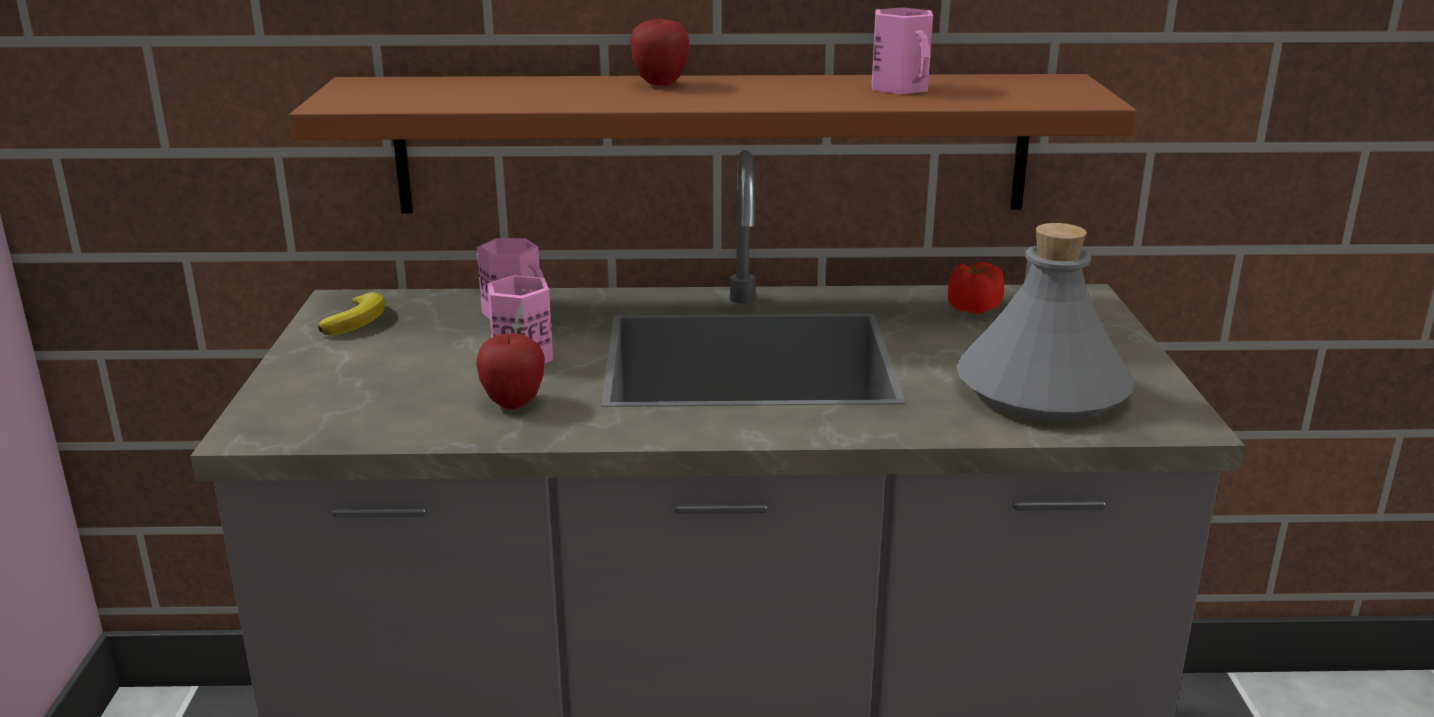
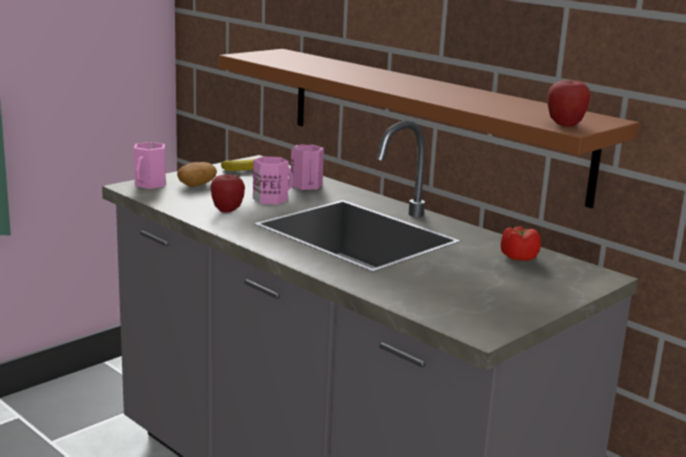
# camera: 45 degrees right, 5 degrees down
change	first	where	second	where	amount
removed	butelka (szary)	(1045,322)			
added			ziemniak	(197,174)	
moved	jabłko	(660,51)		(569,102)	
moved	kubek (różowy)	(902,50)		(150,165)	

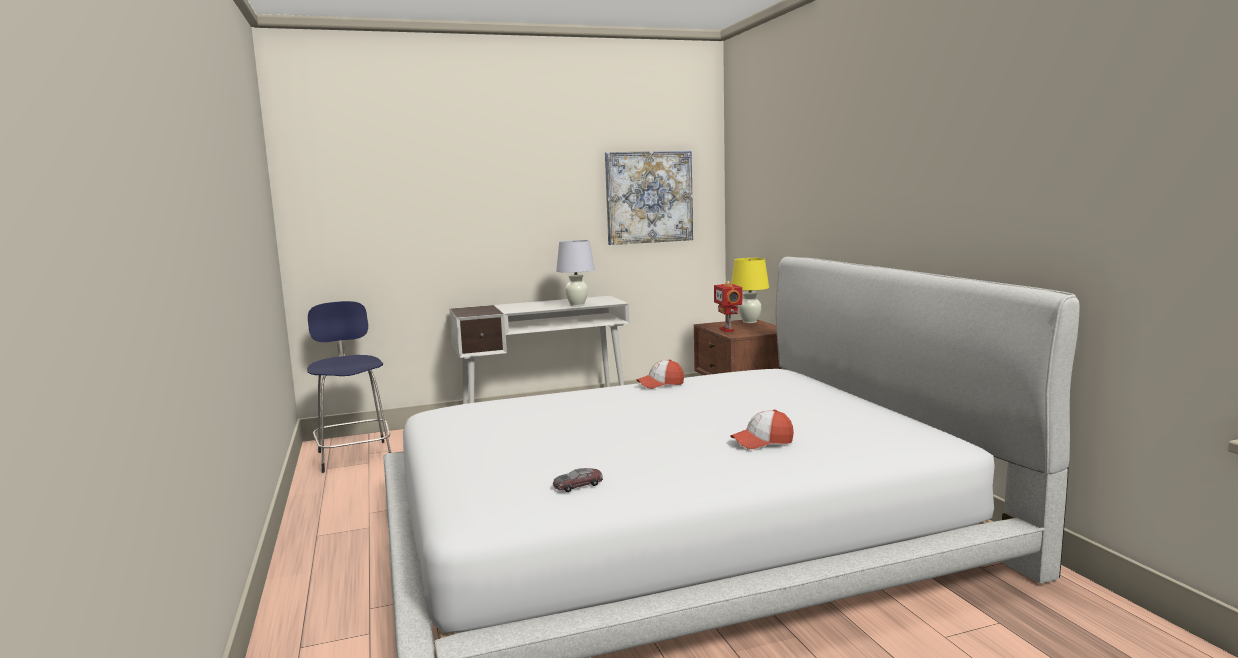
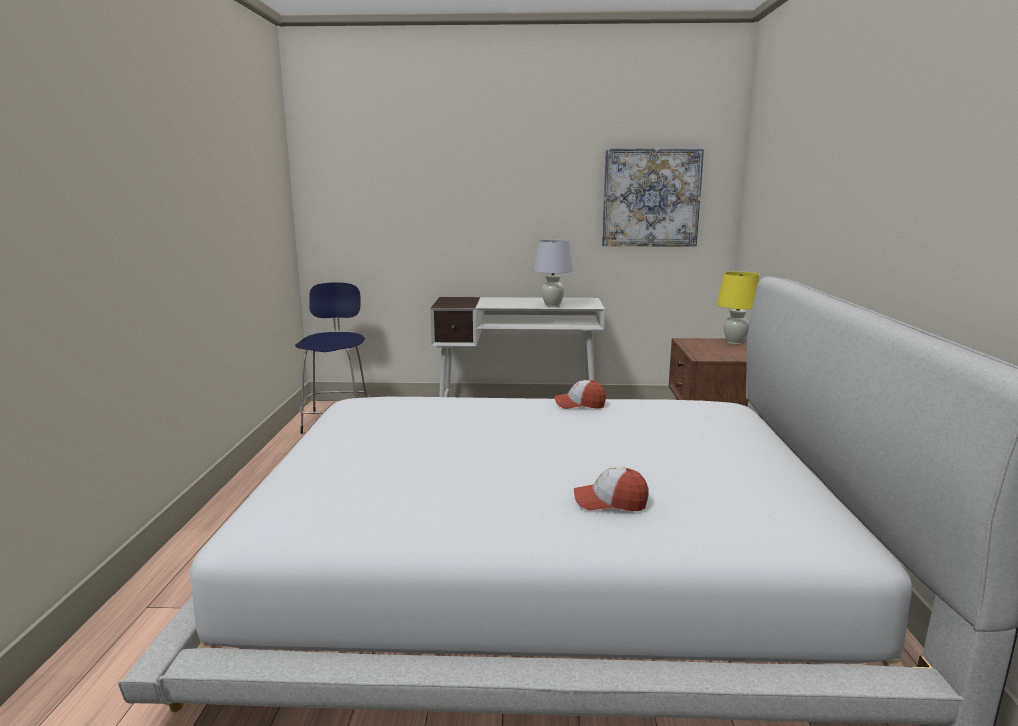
# camera: 20 degrees right, 5 degrees up
change	first	where	second	where	amount
removed	samochodzik	(578,480)			
removed	robot zabawkowy	(728,306)			

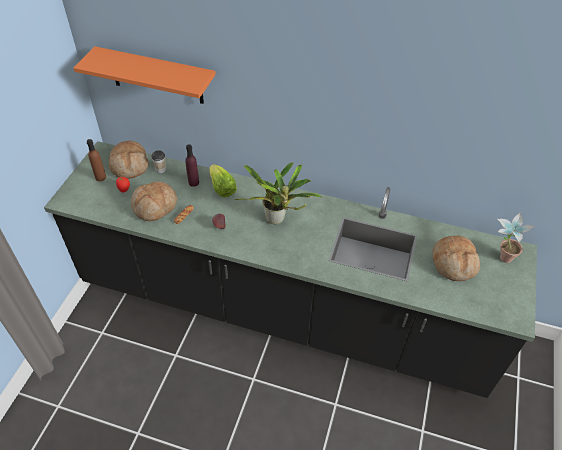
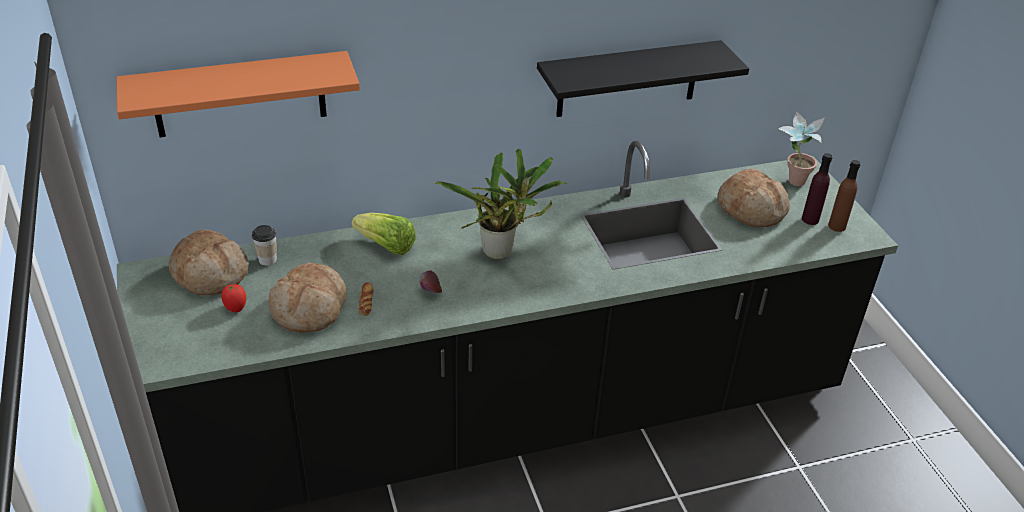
# camera: 35 degrees left, 10 degrees down
change	first	where	second	where	amount
added			półka (czarny)	(643,78)	
moved	butelka (brązowy)	(96,160)		(844,196)	
moved	butelka (fioletowy)	(192,166)		(817,189)	

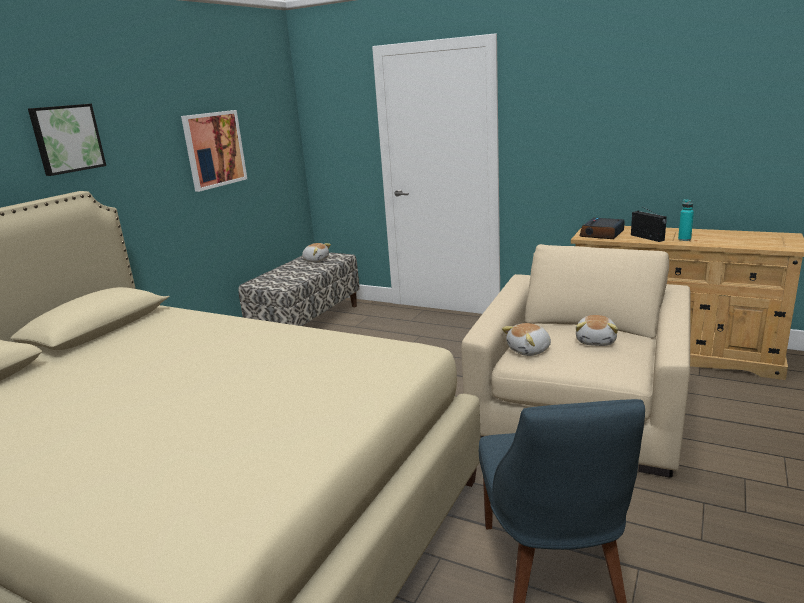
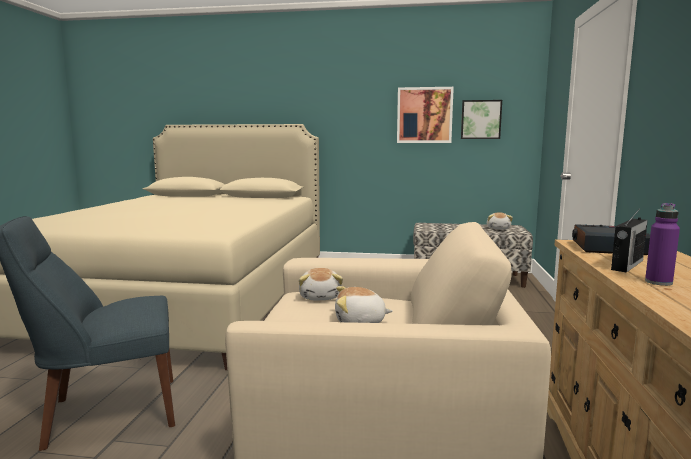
# camera: 70 degrees right, 10 degrees down
change	first	where	second	where	amount
moved	obraz	(67,140)		(481,119)	
recoloured	butelka (turkusowy)	(686,220)	butelka (fioletowy)	(662,244)	
turned	pluszak	(526,339)		(321,284)	135 degrees counterclockwise

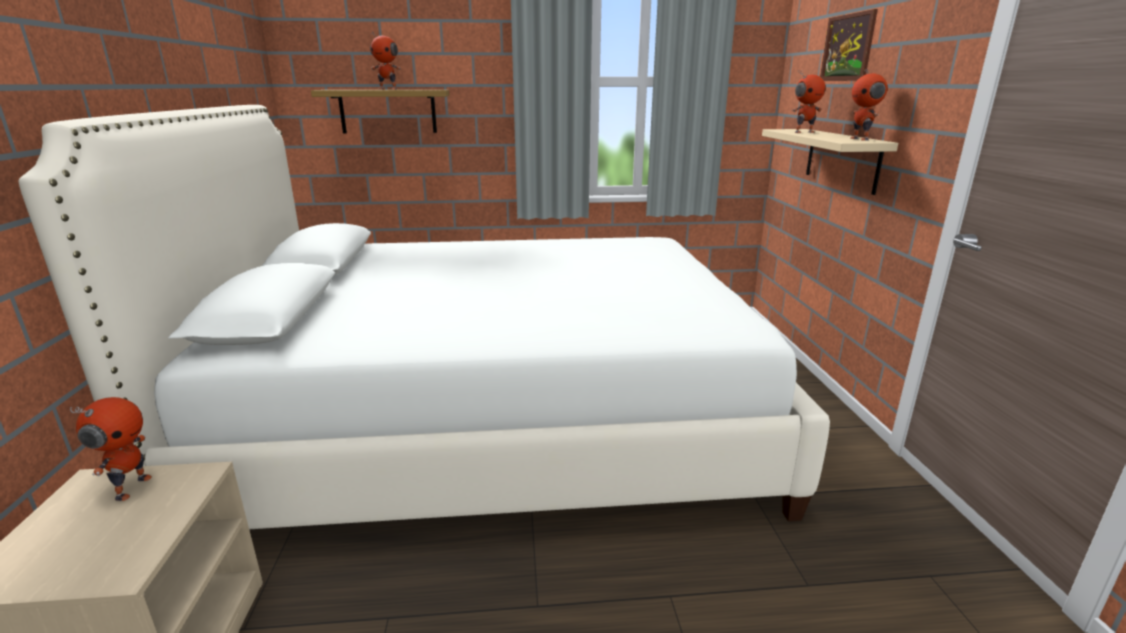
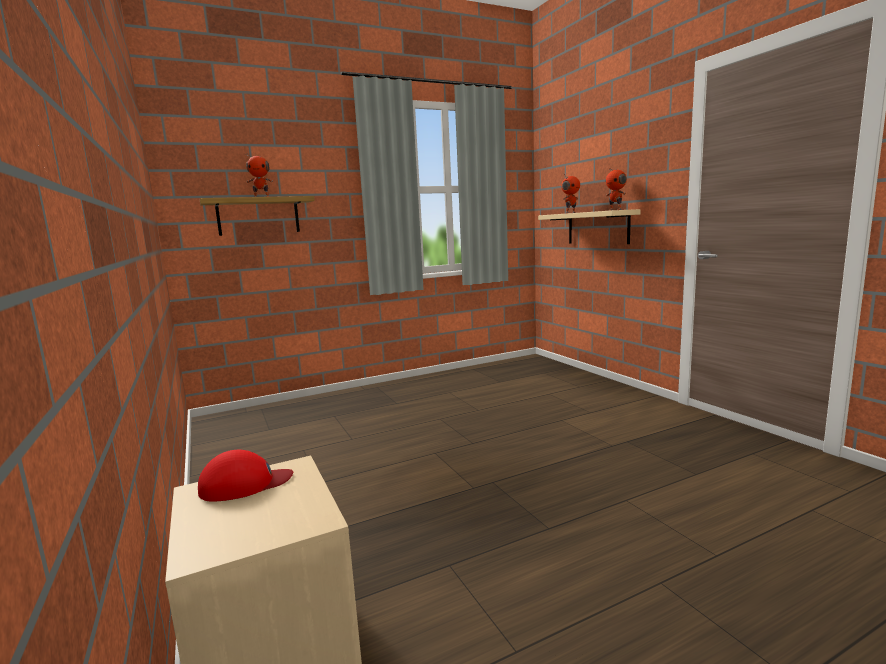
# camera: 20 degrees left, 10 degrees down
change	first	where	second	where	amount
removed	łóżko (biały)	(424,317)			
removed	obraz	(849,45)			
replaced	robot zabawkowy	(111,449)	czapka z daszkiem (czerwony)	(245,476)	

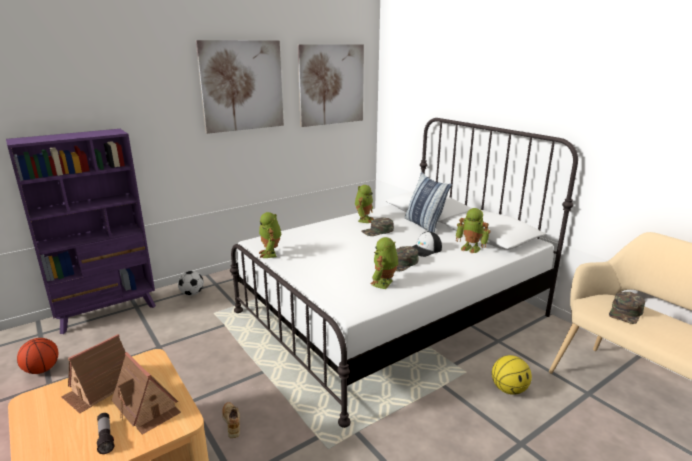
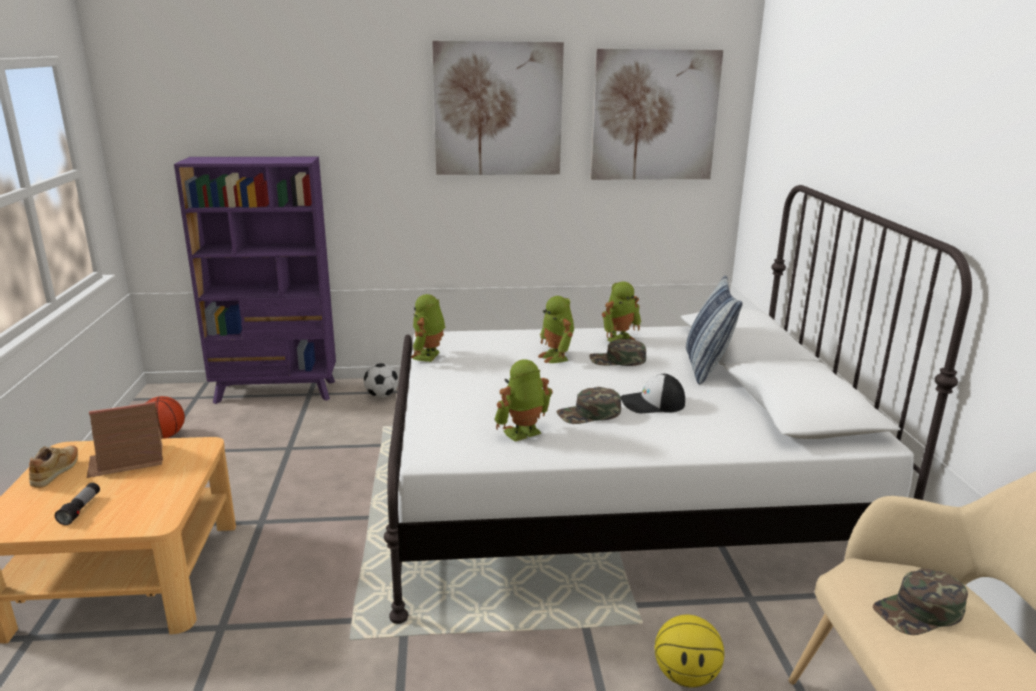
# camera: 30 degrees right, 0 degrees up
change	first	where	second	where	amount
removed	domek	(146,393)			
moved	but (beżowy)	(231,420)		(53,466)	
moved	robot zabawkowy	(473,231)		(556,329)	

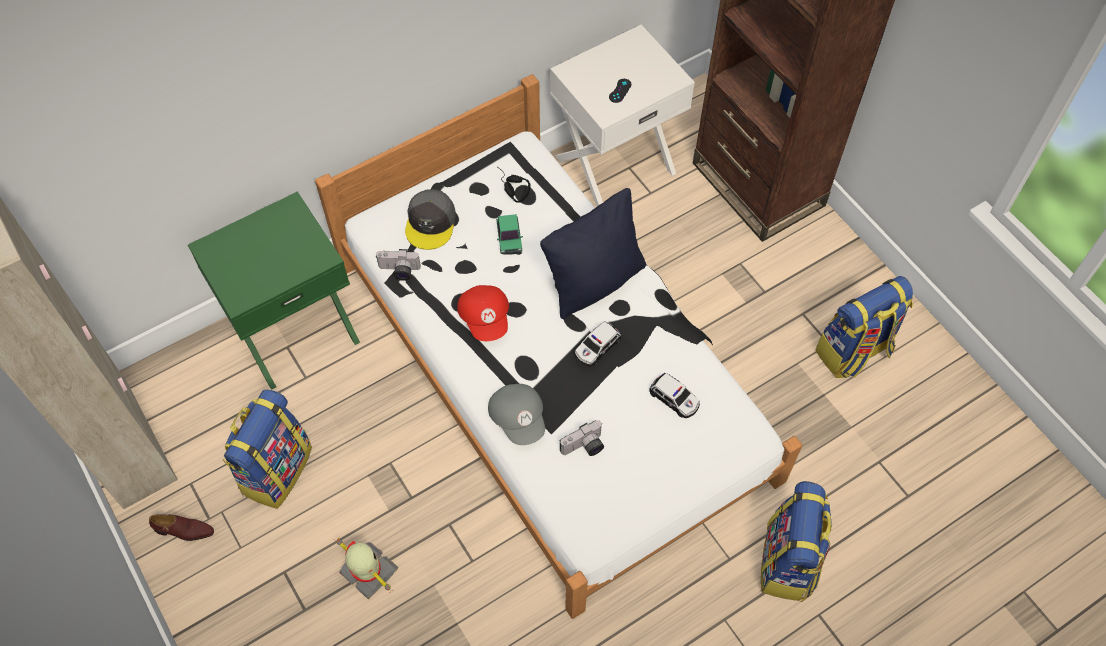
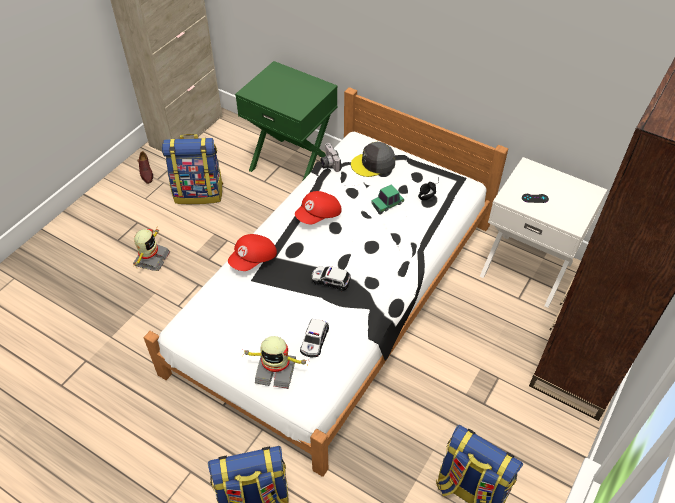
# camera: 65 degrees right, 10 degrees down
change	first	where	second	where	amount
removed	poduszka (czarny)	(593,253)			
removed	aparat fotograficzny	(582,438)			
added			robot zabawkowy	(274,362)	
recoloured	czapka z daszkiem (szary)	(516,414)	czapka z daszkiem (czerwony)	(252,252)	

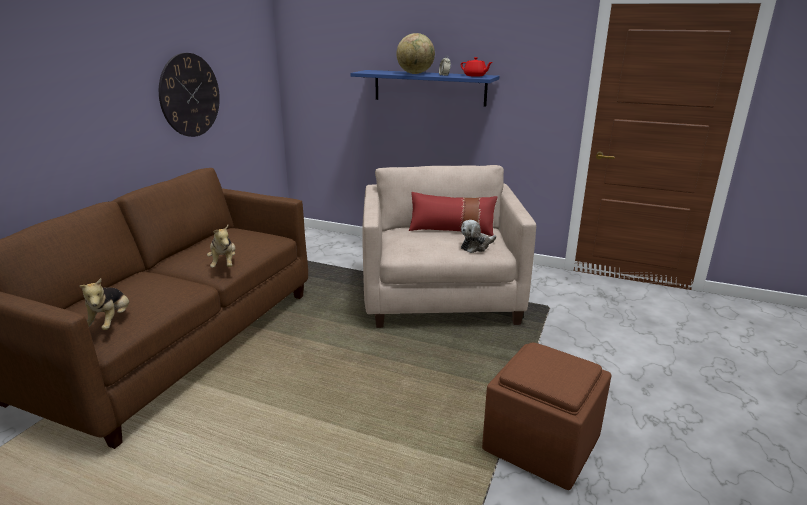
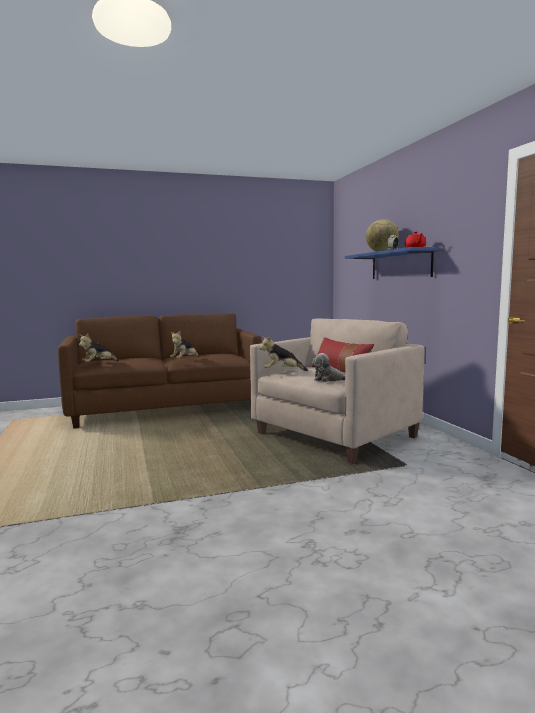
# camera: 50 degrees right, 15 degrees down
change	first	where	second	where	amount
removed	zegar ścienny	(189,95)			
removed	pufa (brązowy)	(547,416)			
added			pluszak	(284,353)	

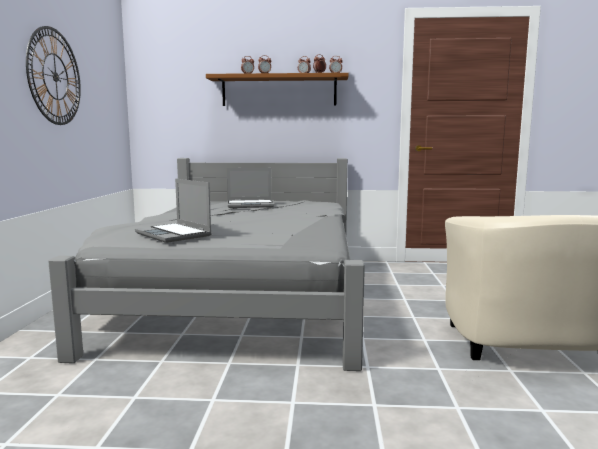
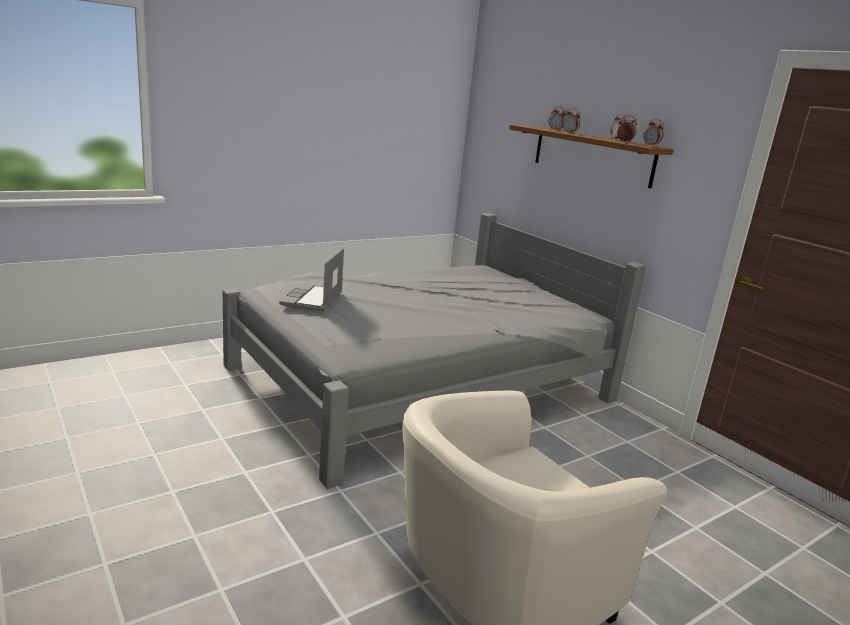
# camera: 50 degrees right, 10 degrees up
change	first	where	second	where	amount
removed	zegar ścienny	(53,75)			
removed	laptop	(251,188)			

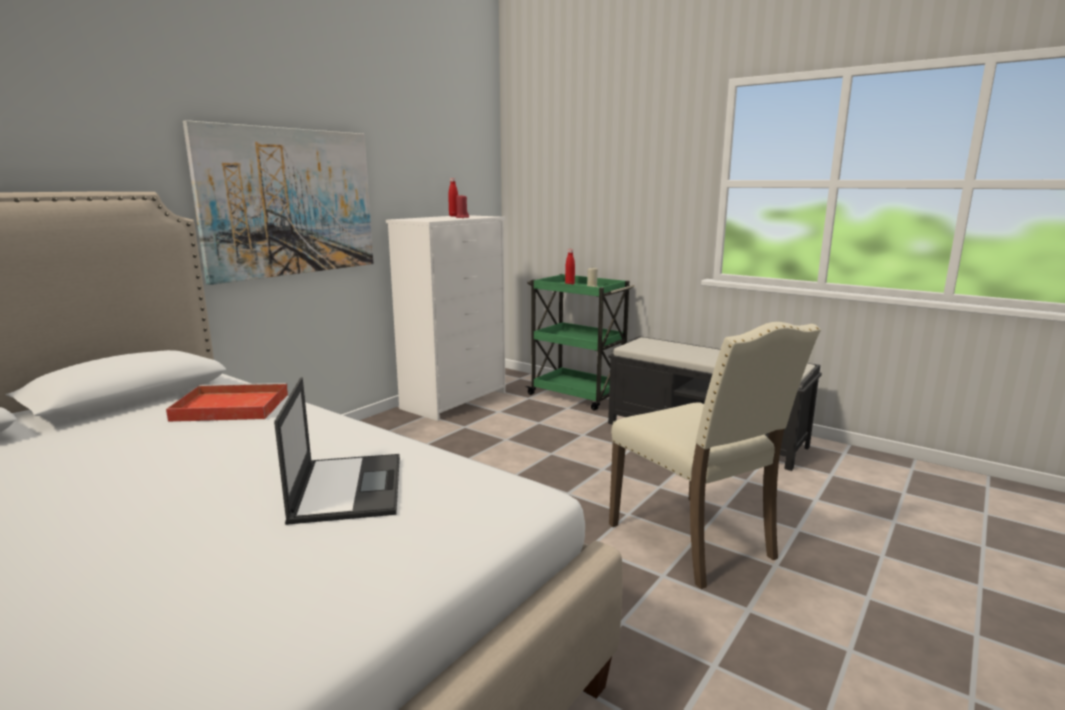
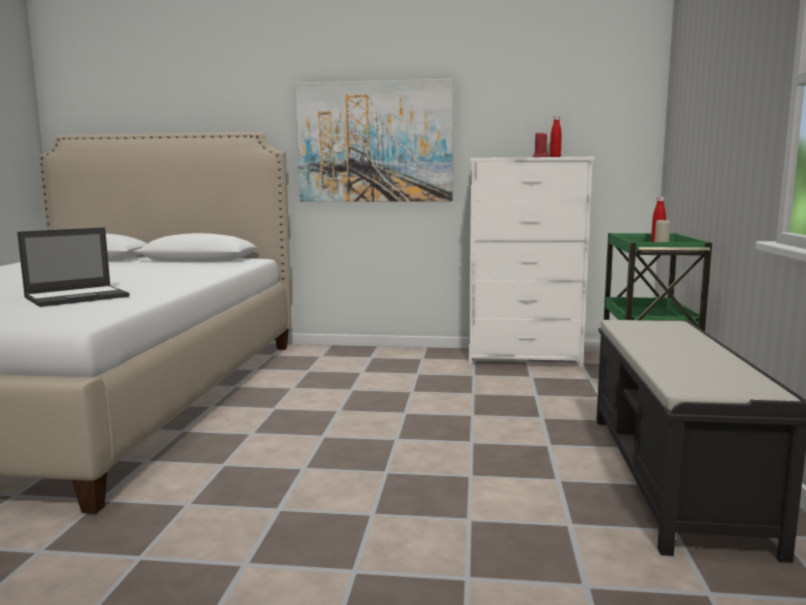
# camera: 60 degrees right, 5 degrees down
change	first	where	second	where	amount
removed	taca (czerwony)	(227,402)			
removed	krzesło (beżowy)	(715,455)			

